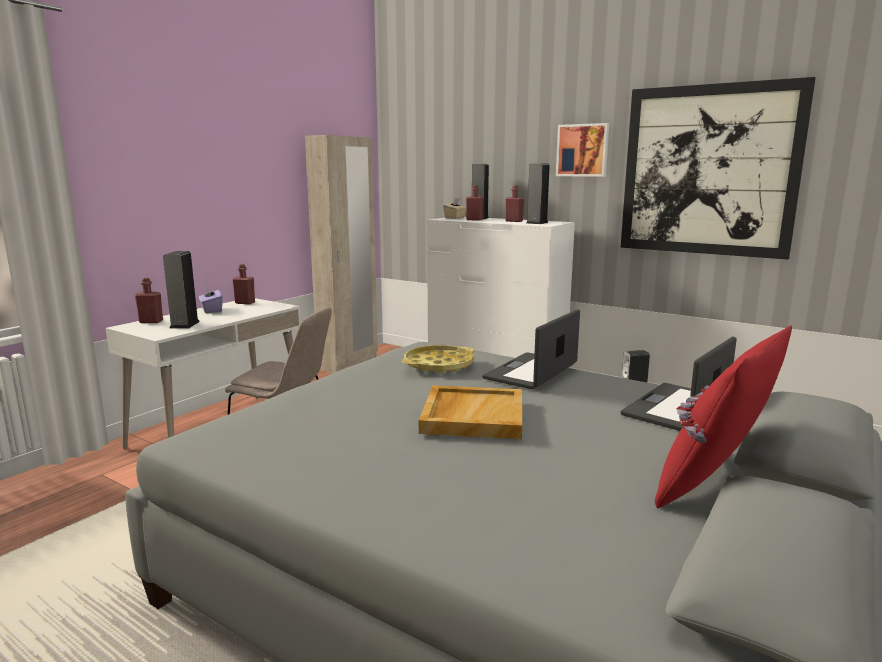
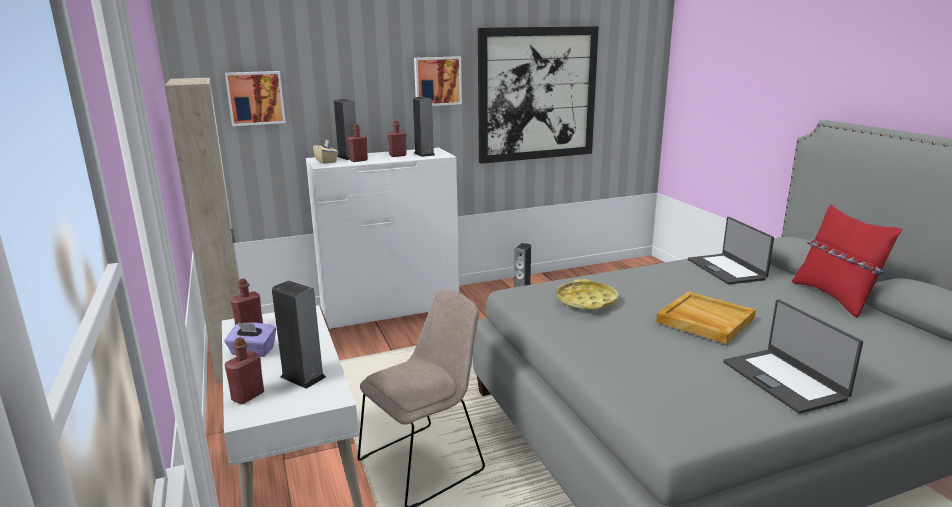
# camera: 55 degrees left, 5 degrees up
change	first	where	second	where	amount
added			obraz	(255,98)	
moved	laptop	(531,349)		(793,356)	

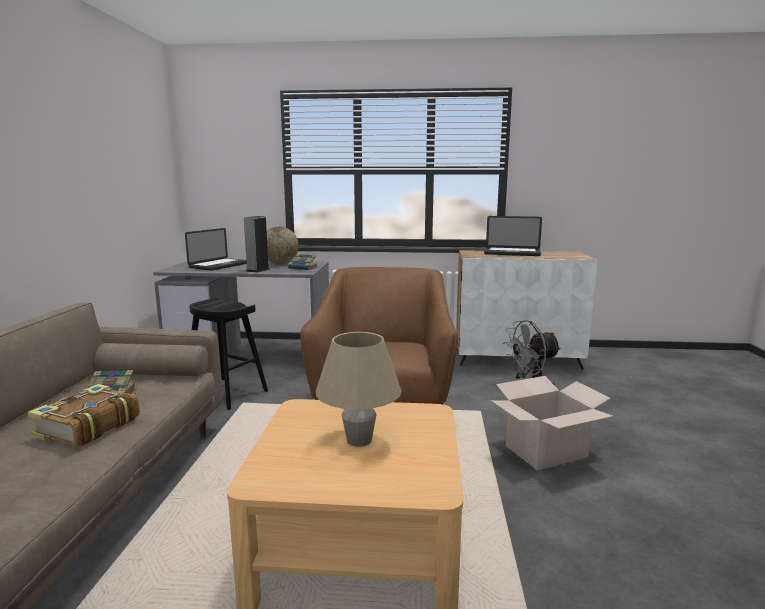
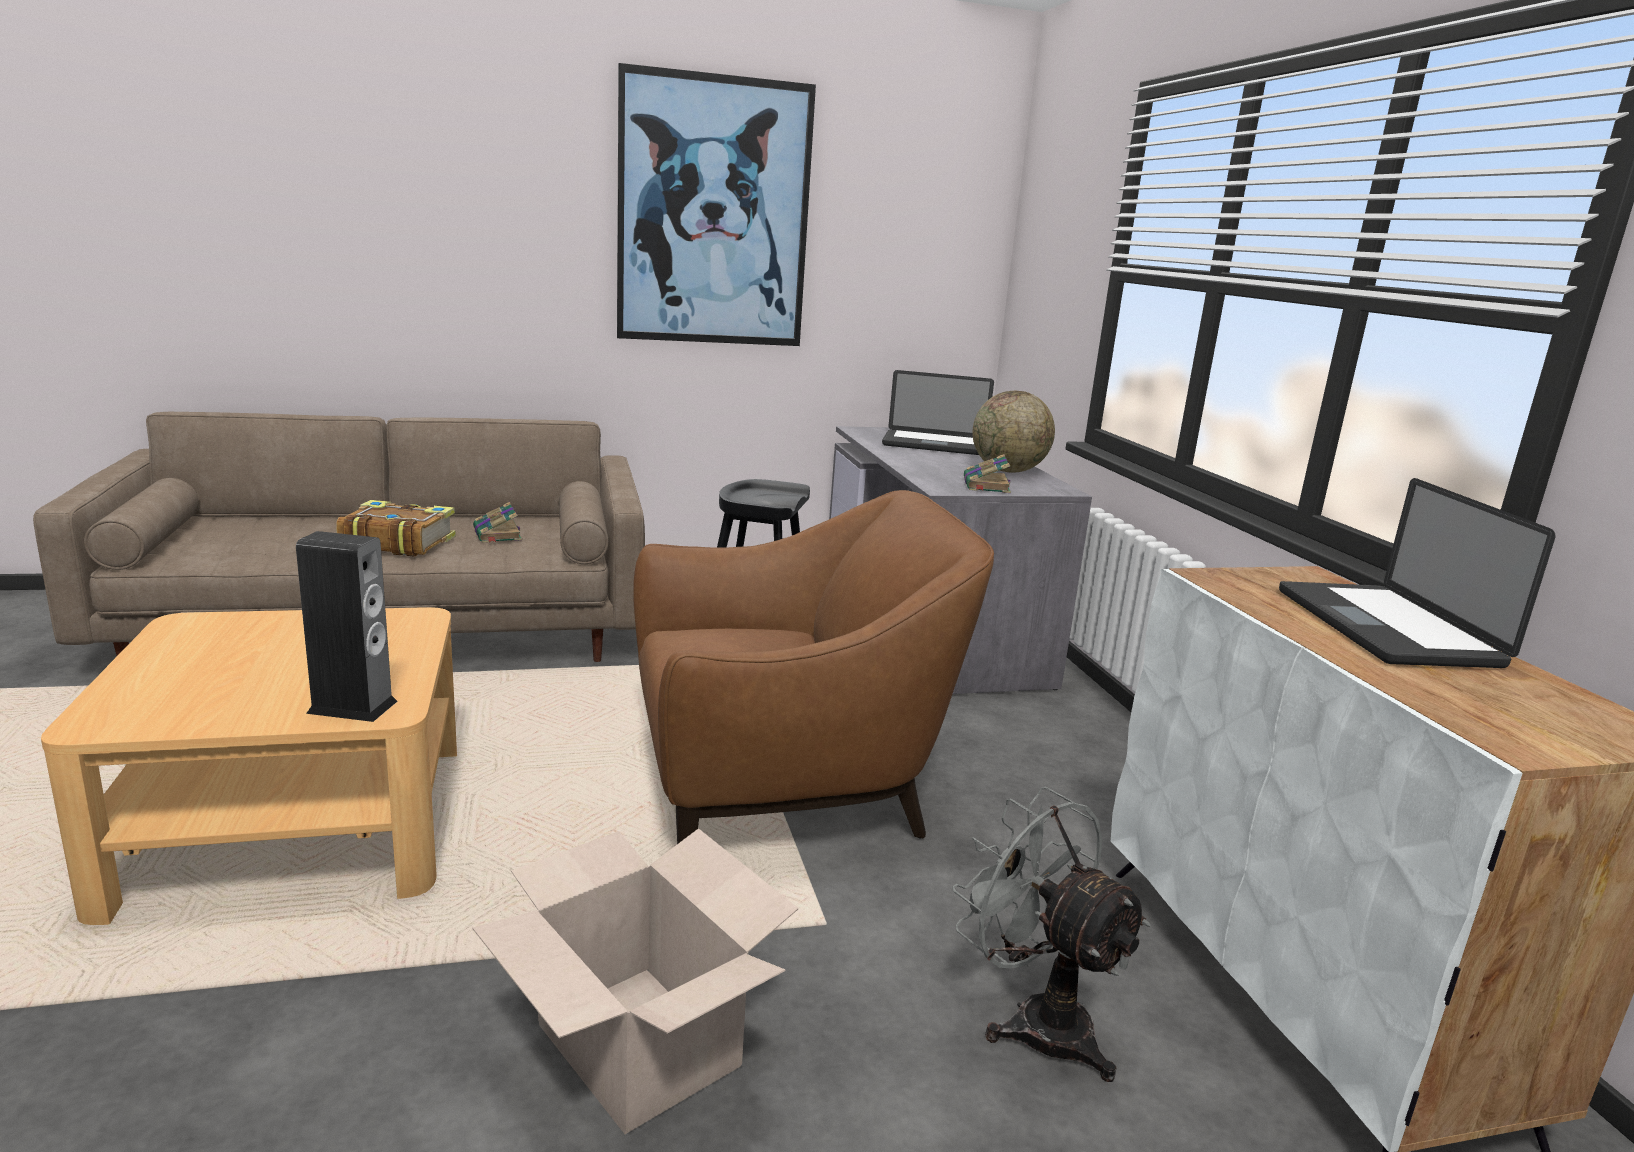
# camera: 70 degrees right, 5 degrees up
change	first	where	second	where	amount
removed	lampa stołowa (beżowy)	(359,389)			
added			obraz	(716,204)	
moved	głośnik	(257,244)		(347,626)	

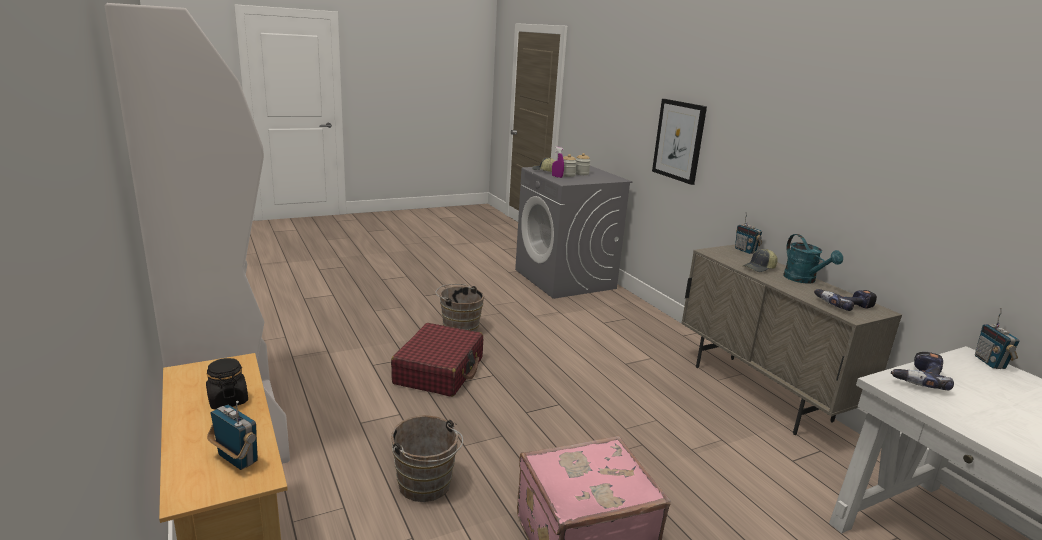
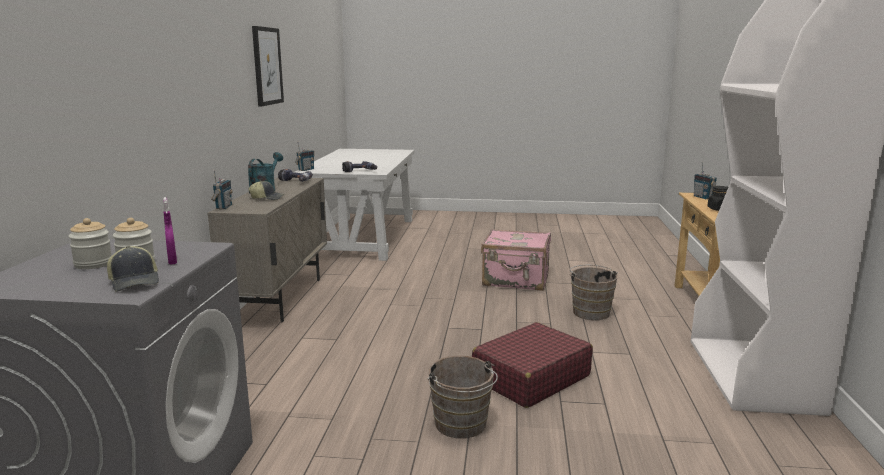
# camera: 145 degrees left, 5 degrees down
change	first	where	second	where	amount
moved	obraz	(679,142)		(268,66)	

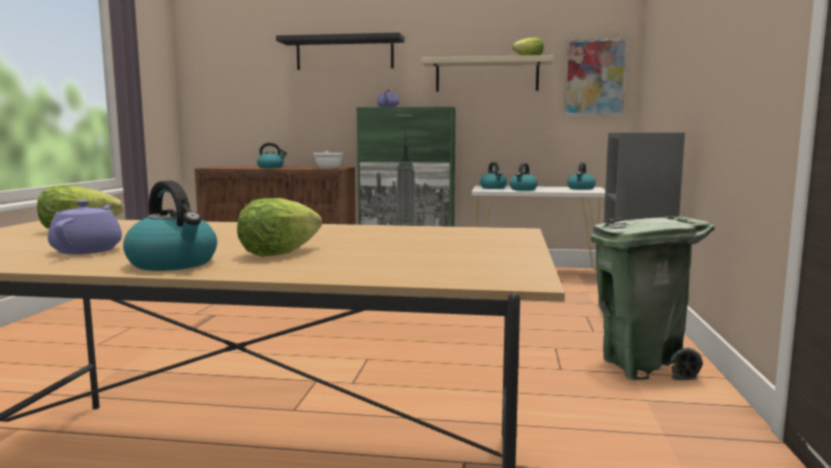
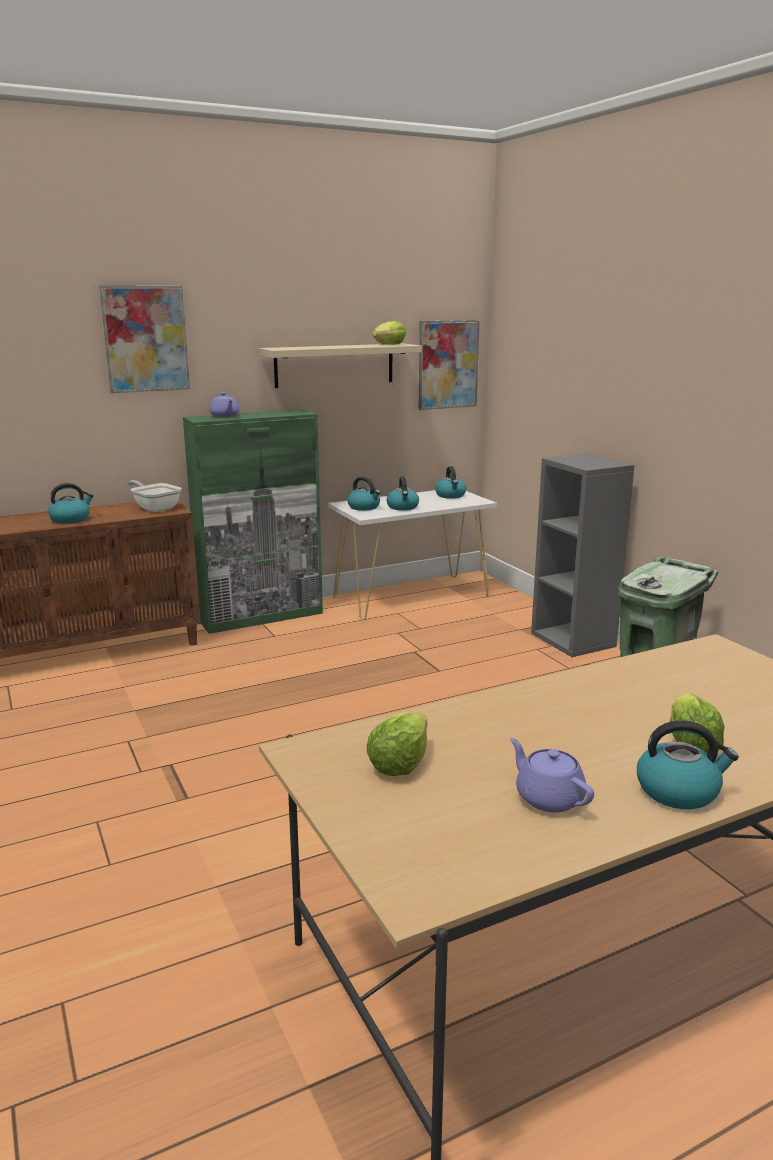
# camera: 35 degrees left, 10 degrees up
change	first	where	second	where	amount
replaced	półka (czarny)	(340,51)	obraz	(144,339)	

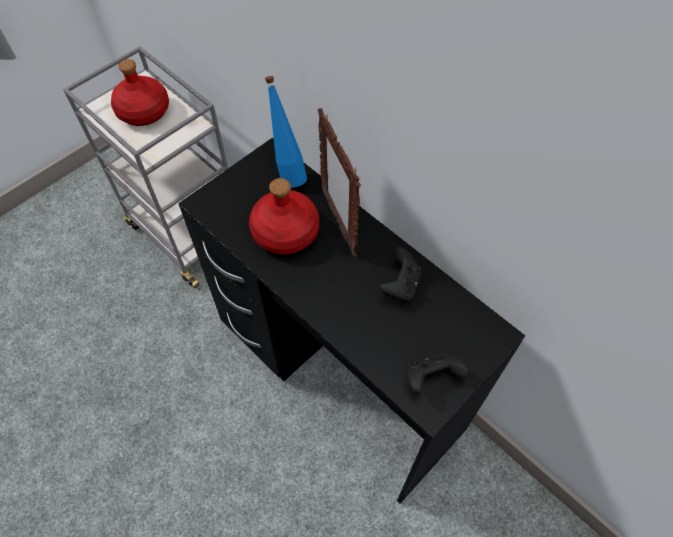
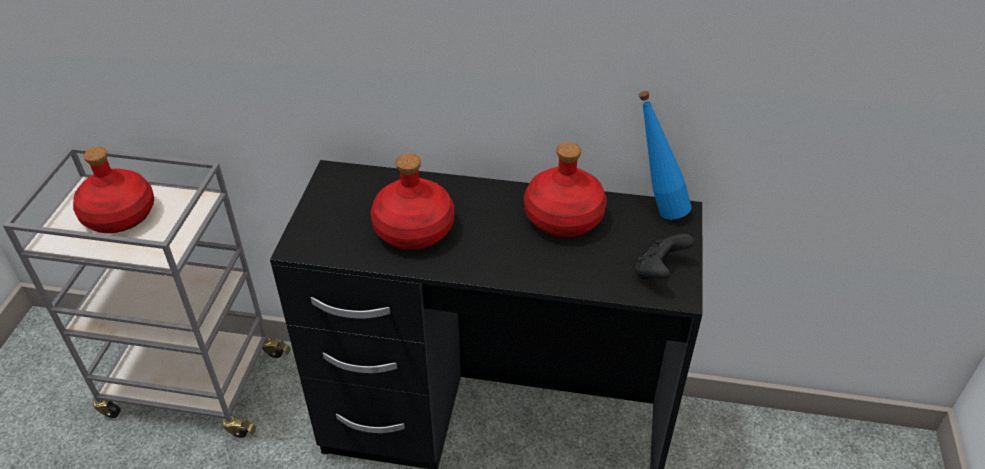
# camera: 35 degrees left, 15 degrees down
change	first	where	second	where	amount
removed	ramka na zdjęcie	(339,182)			
moved	butelka (niebieski)	(286,132)		(665,155)	
replaced	pad do gier (czarny)	(400,274)	butelka (czerwony)	(565,189)	

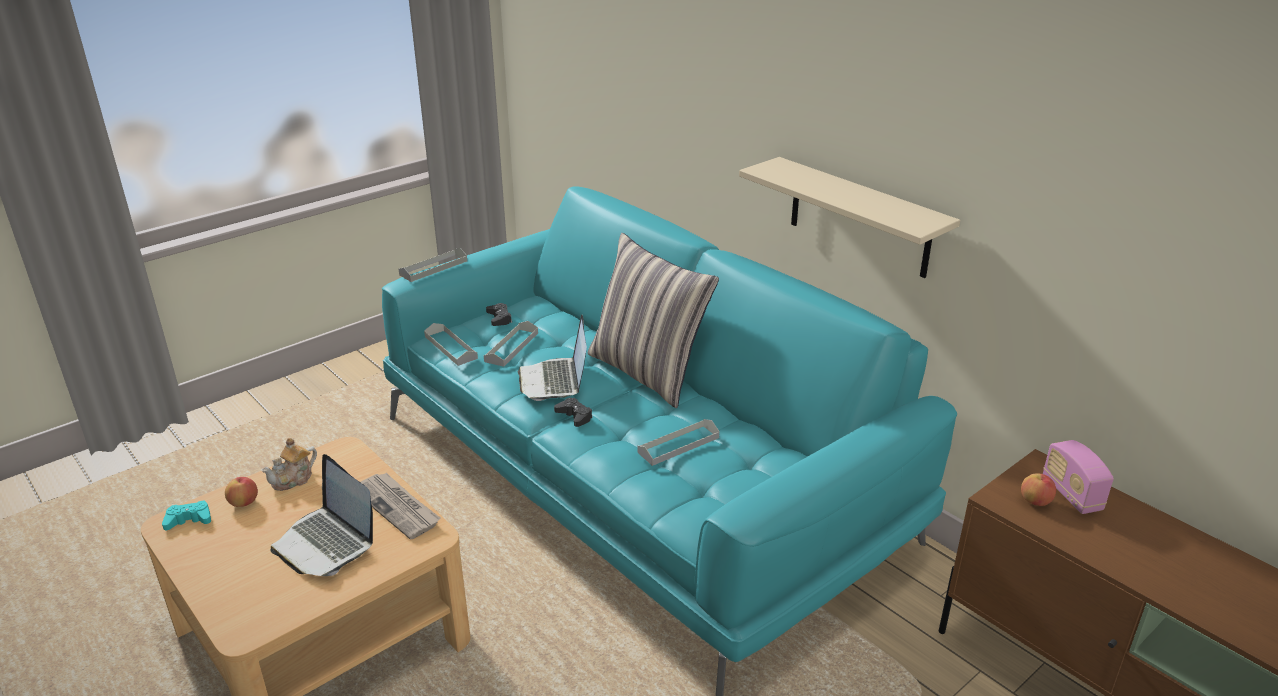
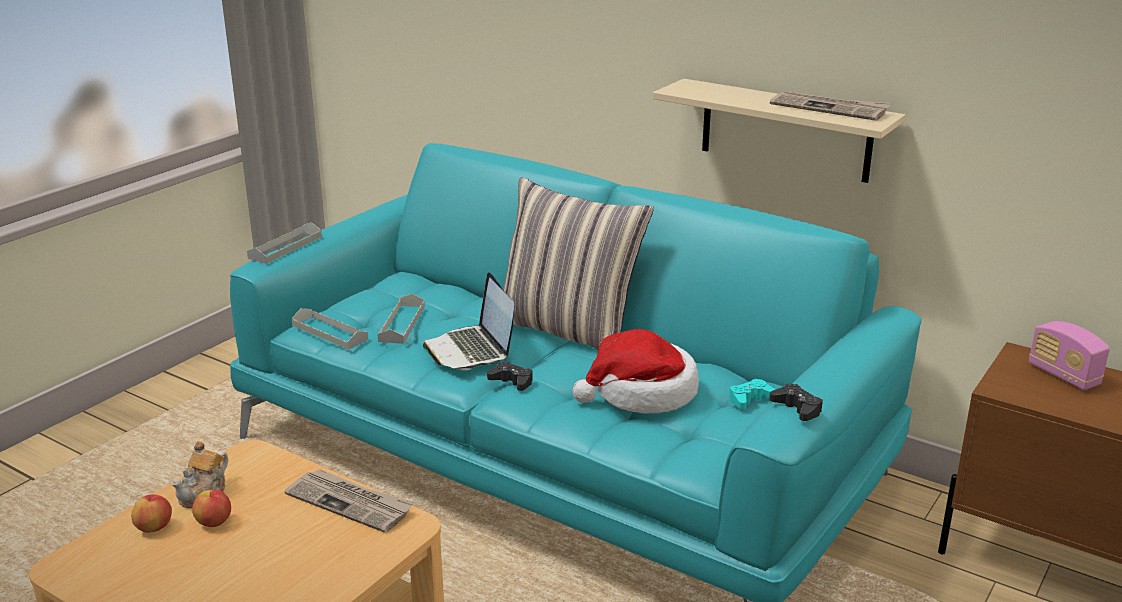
# camera: 15 degrees left, 5 degrees down
change	first	where	second	where	amount
removed	laptop	(321,515)			
added			gazeta	(831,106)	
moved	pad do gier (turkusowy)	(186,515)		(752,394)	
moved	pad do gier (czarny)	(499,314)		(796,402)	
moved	jabłko	(1038,490)		(211,508)	
replaced	taca (szary)	(678,442)	kapelusz	(635,371)	

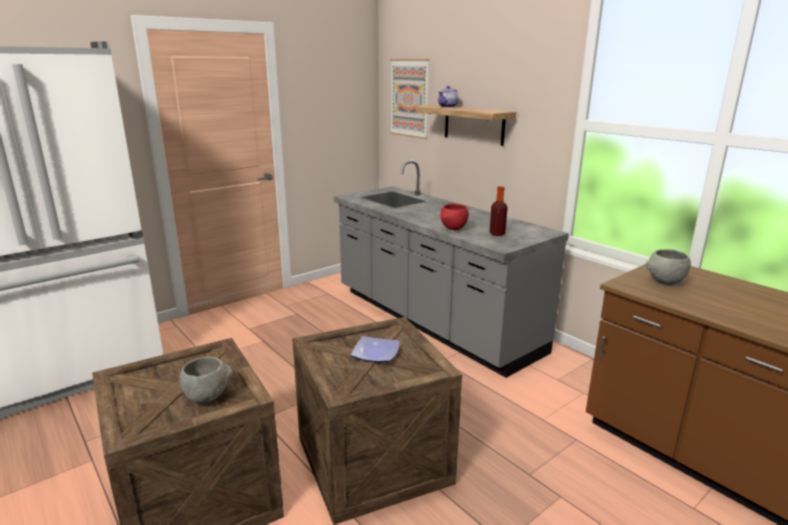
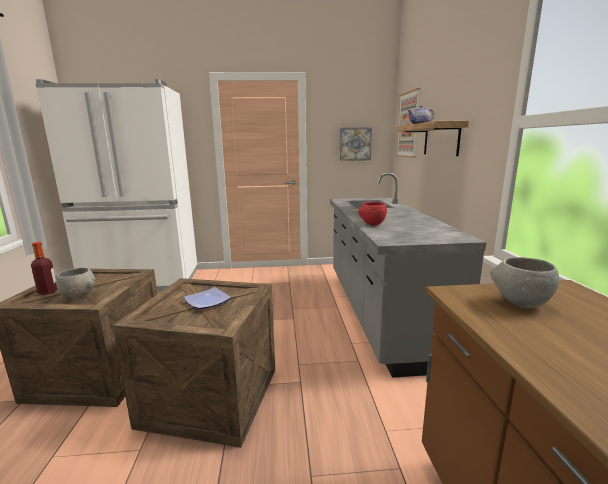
# camera: 35 degrees right, 5 degrees down
change	first	where	second	where	amount
added			obraz	(355,144)	
moved	butelka	(499,211)		(44,268)	

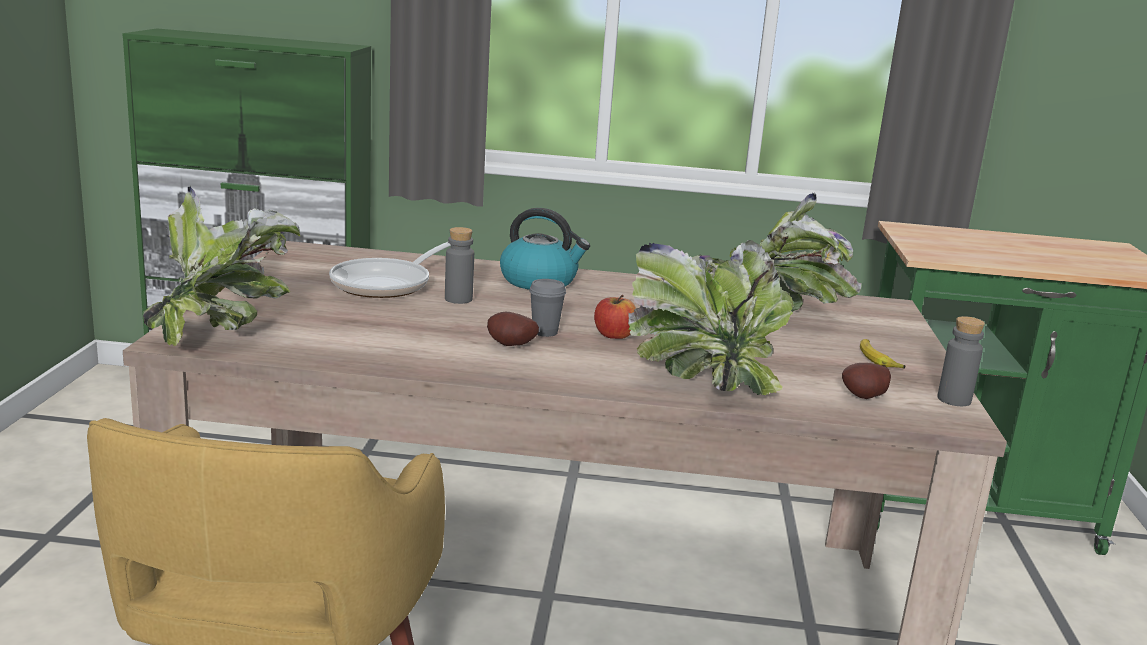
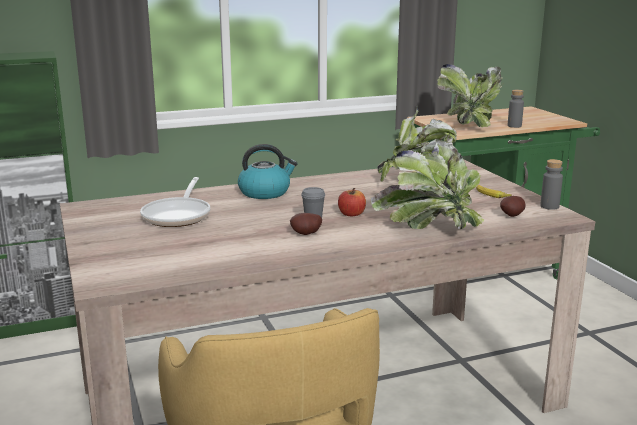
# camera: 25 degrees left, 0 degrees up
change	first	where	second	where	amount
moved	roślina doniczkowa	(221,266)		(470,95)	
moved	butelka (szary)	(459,265)		(516,109)	

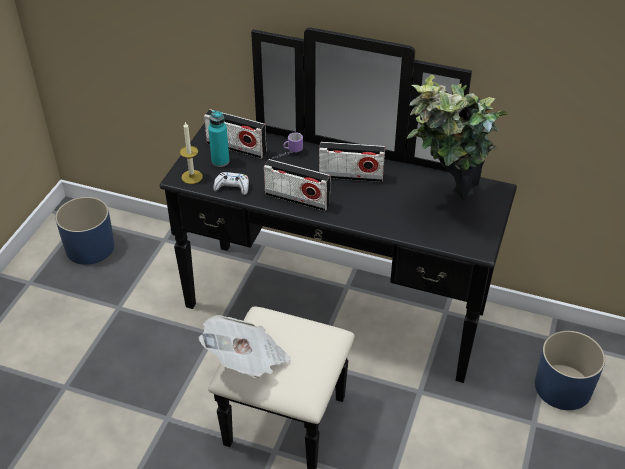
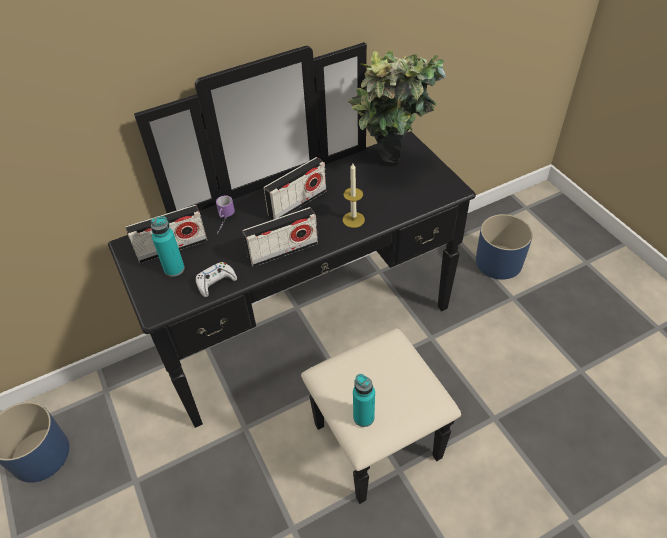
# camera: 45 degrees left, 5 degrees up
change	first	where	second	where	amount
moved	świeca	(191,153)		(354,195)	
replaced	gazeta	(244,346)	butelka (turkusowy)	(364,400)	

